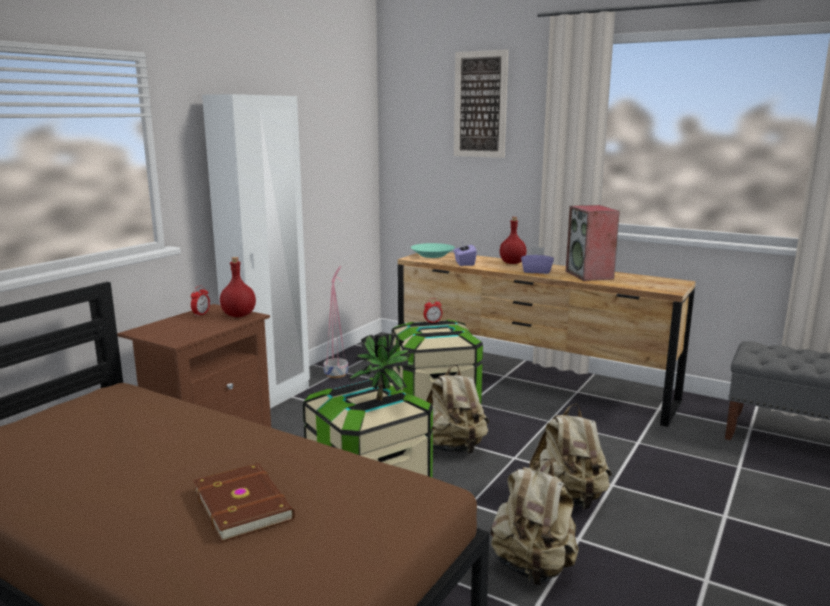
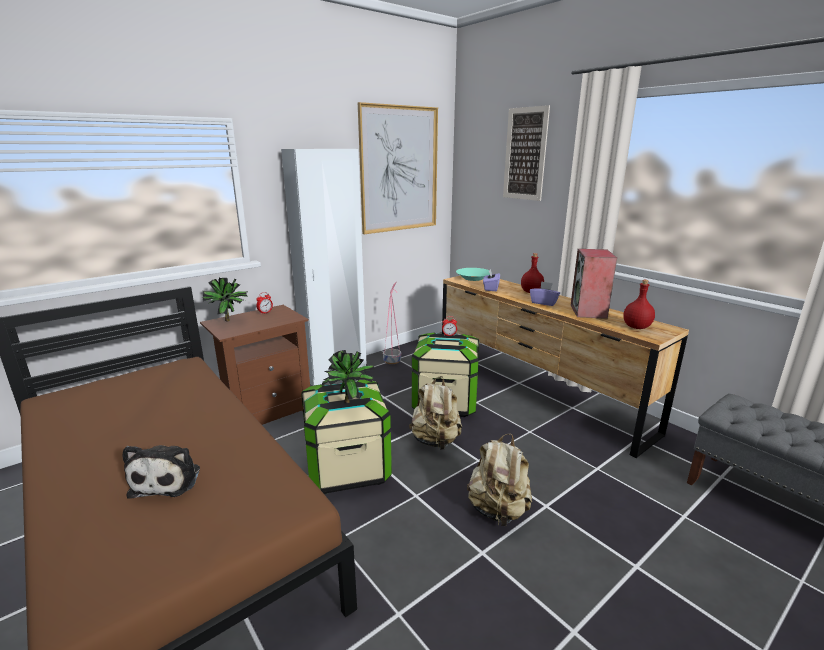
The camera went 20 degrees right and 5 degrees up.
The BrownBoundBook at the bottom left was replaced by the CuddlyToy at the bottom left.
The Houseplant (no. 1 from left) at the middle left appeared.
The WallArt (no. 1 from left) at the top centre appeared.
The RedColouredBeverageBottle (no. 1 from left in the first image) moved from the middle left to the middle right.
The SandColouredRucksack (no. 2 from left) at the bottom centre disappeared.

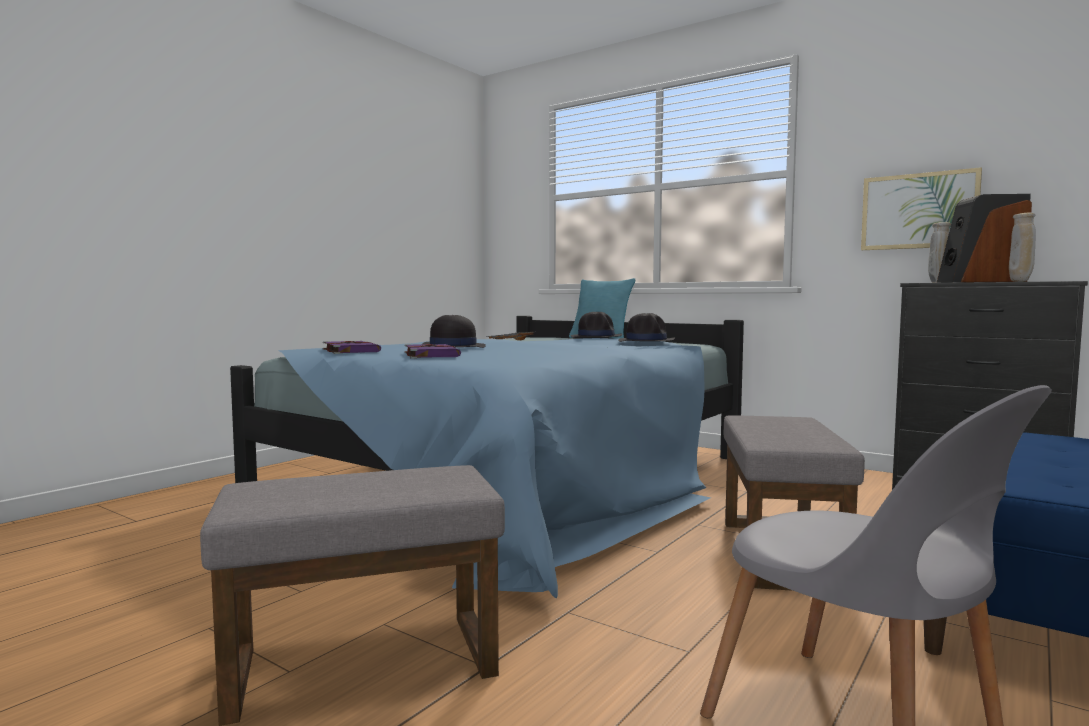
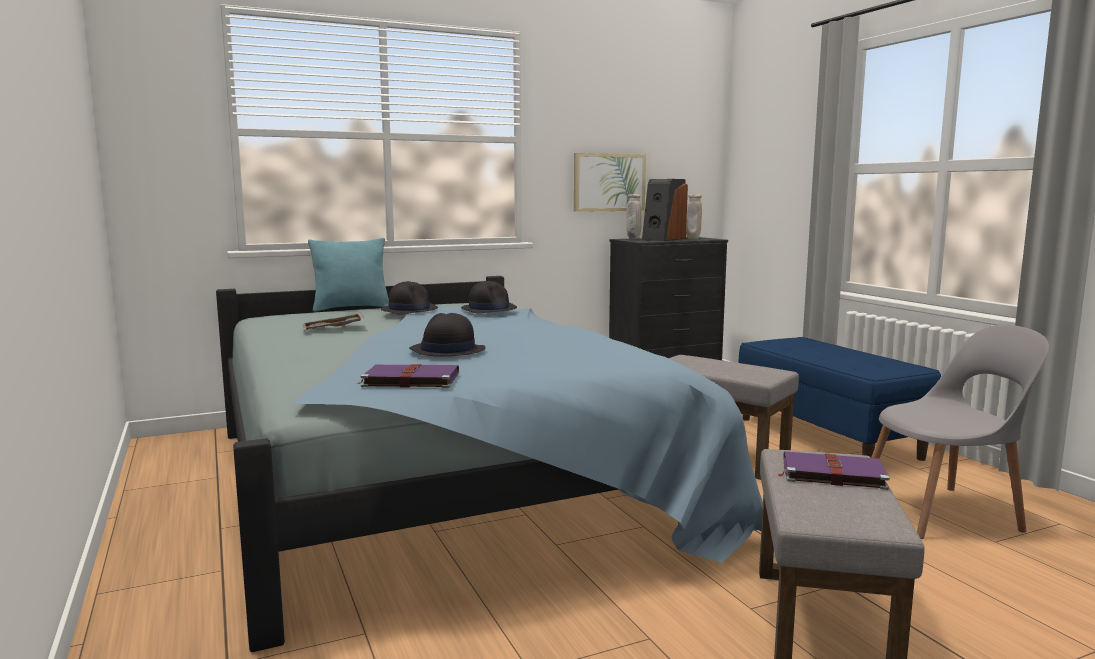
The camera went 60 degrees left and 5 degrees up.
The PurplishBoundBook (no. 2 from left) moved from the centre to the bottom right.

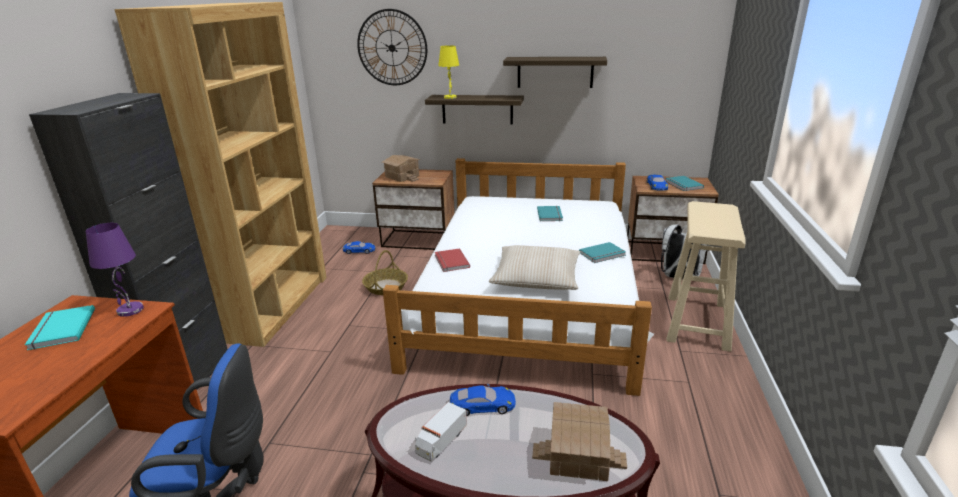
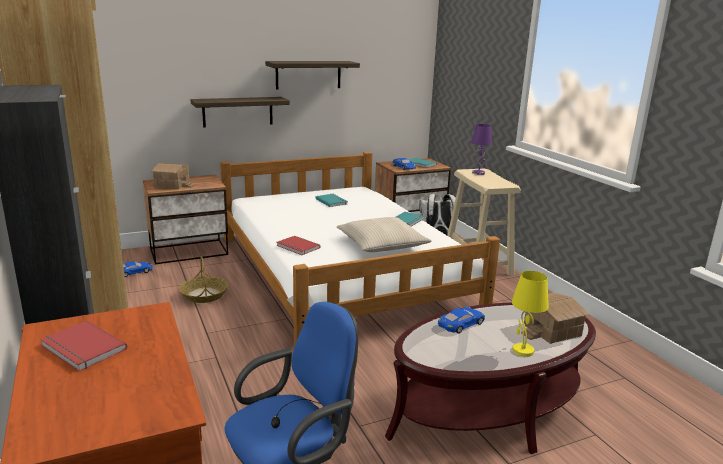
The camera went 35 degrees left and 5 degrees down.
The BlueGreenBoundBook (no. 1 from left) at the middle left became the RedColouredBoundBook (no. 1 from left) at the bottom left.
The PurplishTableLamp moved from the middle left to the top centre.
The YellowColouredTableLamp moved from the top centre to the bottom right.
The HangingClock at the top centre disappeared.
The ToyLorry at the bottom centre disappeared.

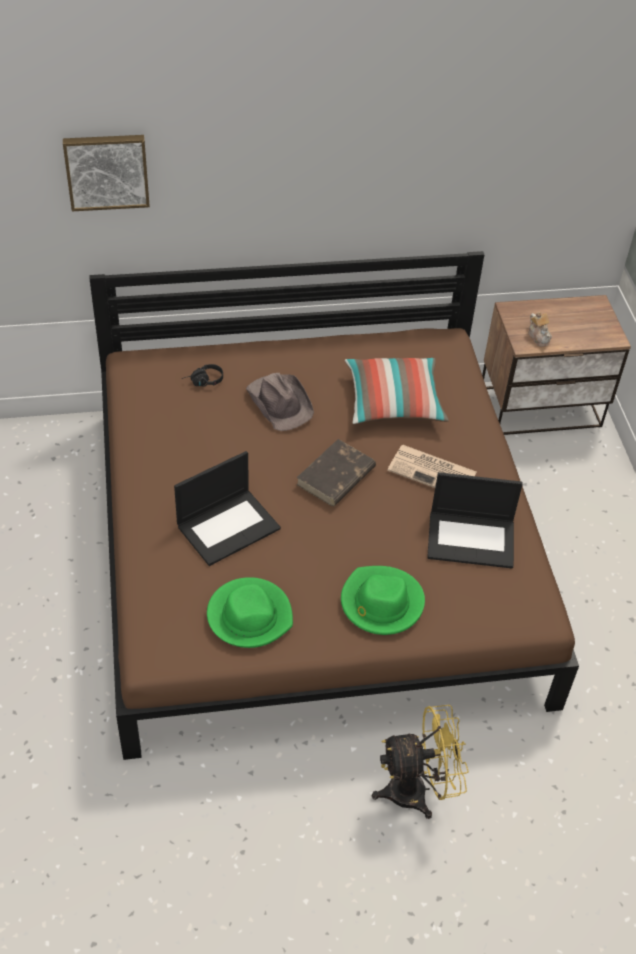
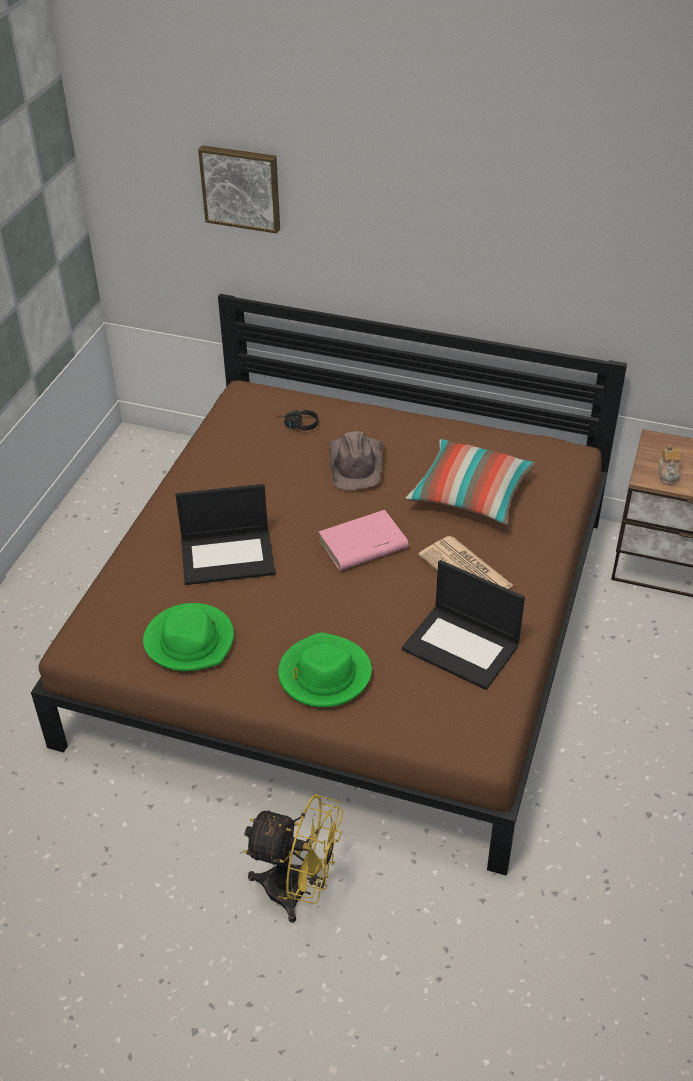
The camera went 30 degrees right and 5 degrees down.
The BrownBoundBook at the centre became the PinkColouredBoundBook at the centre.

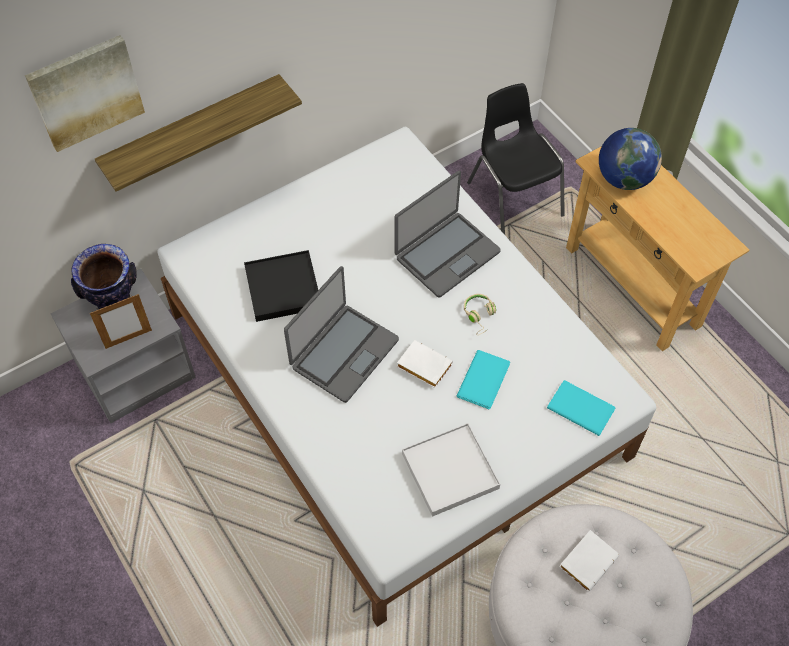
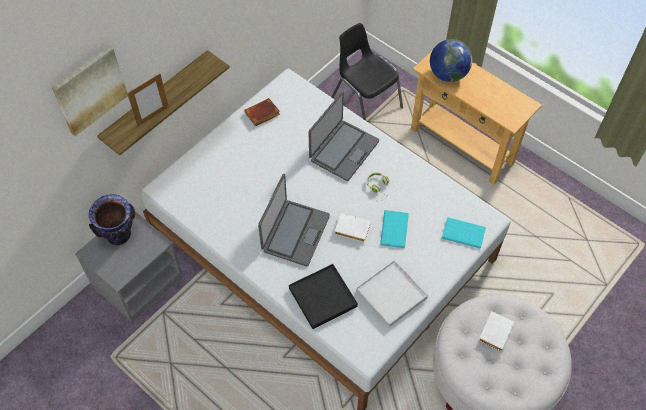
The camera went 15 degrees left and 0 degrees up.
The PhotoFrame moved from the middle left to the top left.
The BrownBoundBook at the top centre appeared.
The BlackishTray moved from the centre to the bottom centre.

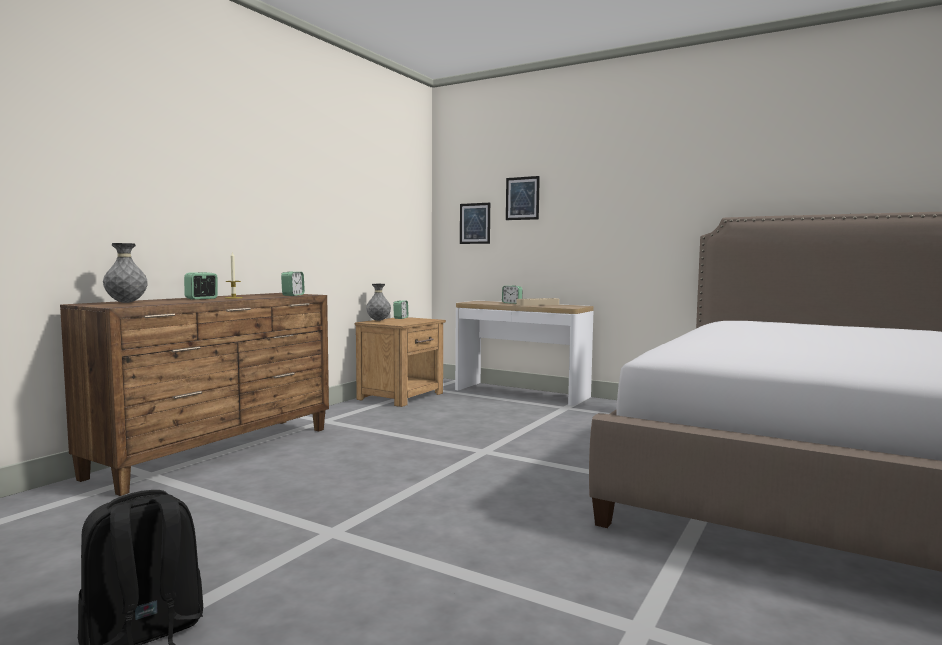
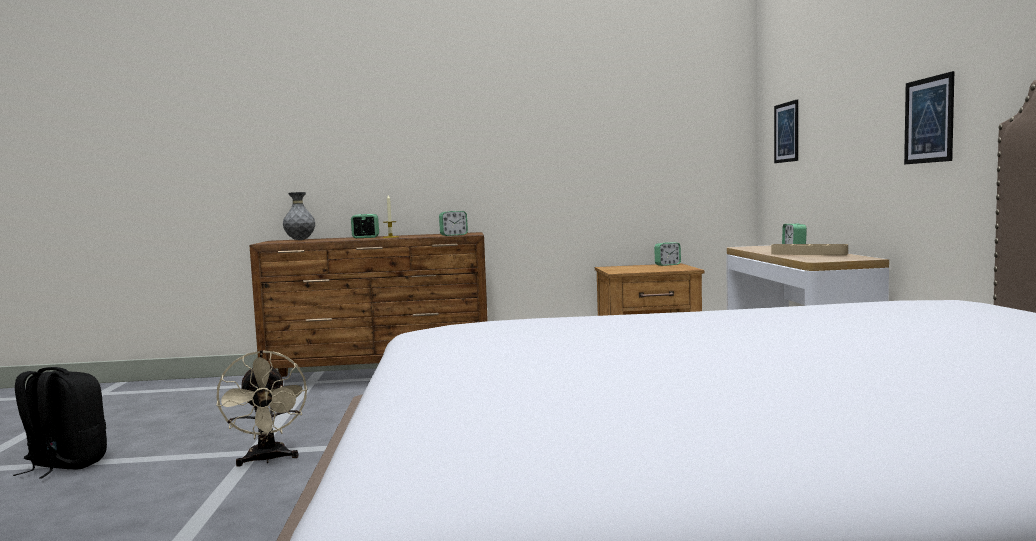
The camera went 55 degrees right and 0 degrees up.
The SandColouredFan at the bottom left appeared.
The WallArt (no. 2 from left) moved from the top centre to the top right.
The GreyishDecorativeVase (no. 2 from left) at the centre disappeared.

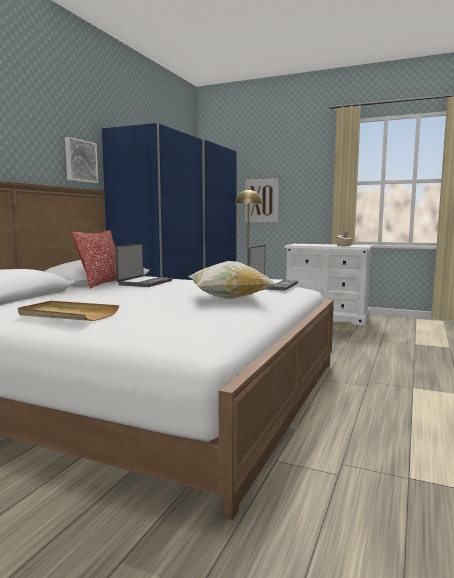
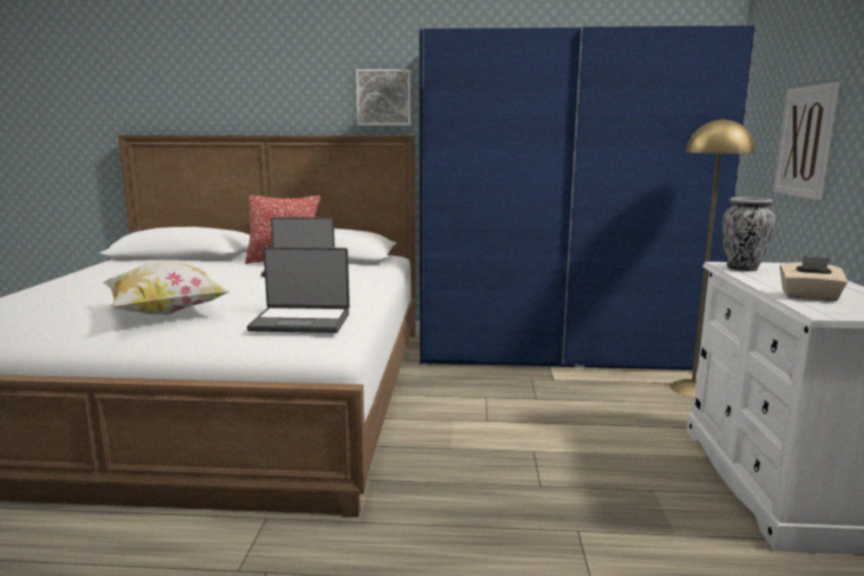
The camera went 70 degrees right and 5 degrees up.
The DecorativeVase at the middle right appeared.
The SandColouredTray at the middle left disappeared.

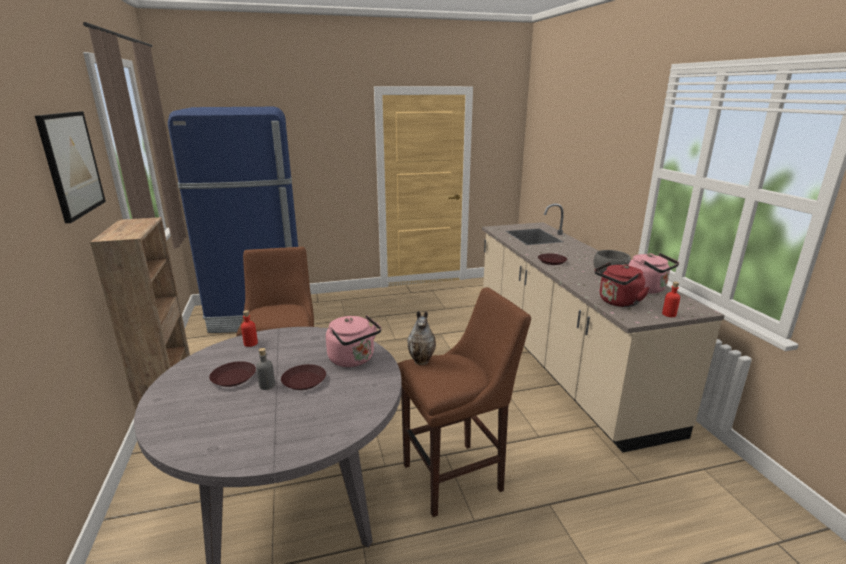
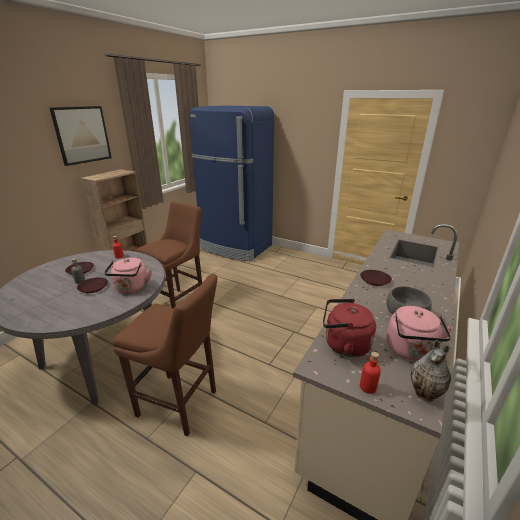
The camera went 45 degrees right and 5 degrees up.
The DecorativeVase moved from the centre to the bottom right.

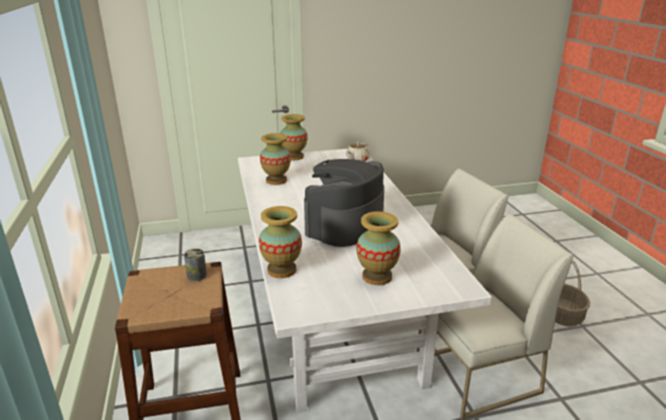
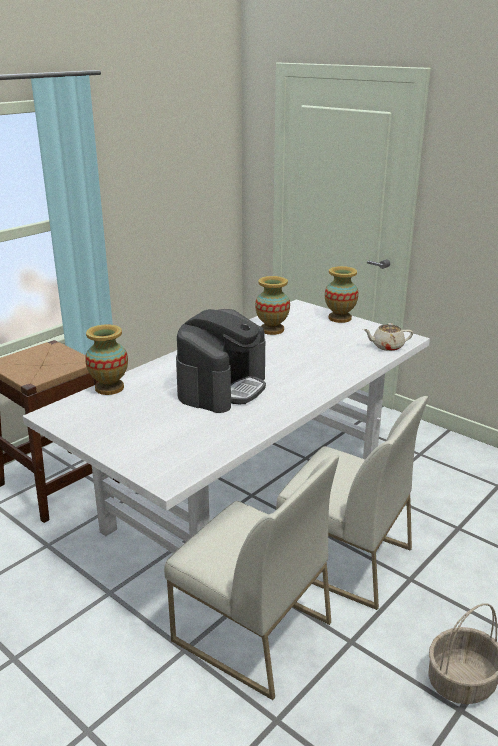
The camera went 55 degrees right and 0 degrees up.
The CoffeeBrewer at the centre turned 120 degrees clockwise.
The SealedCan at the middle left disappeared.
The DecorativeVase (no. 4 from left) at the centre disappeared.

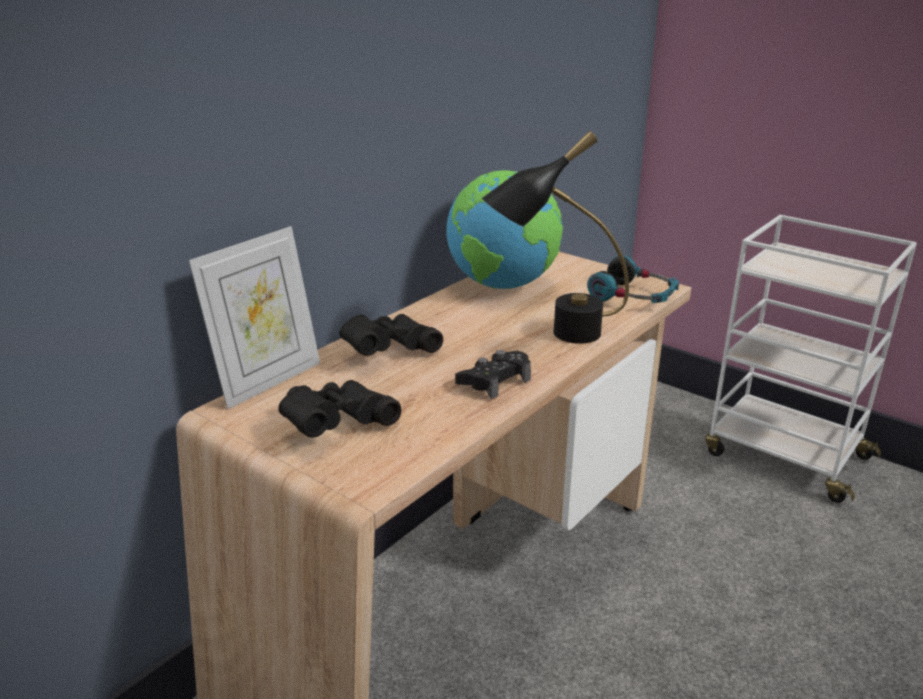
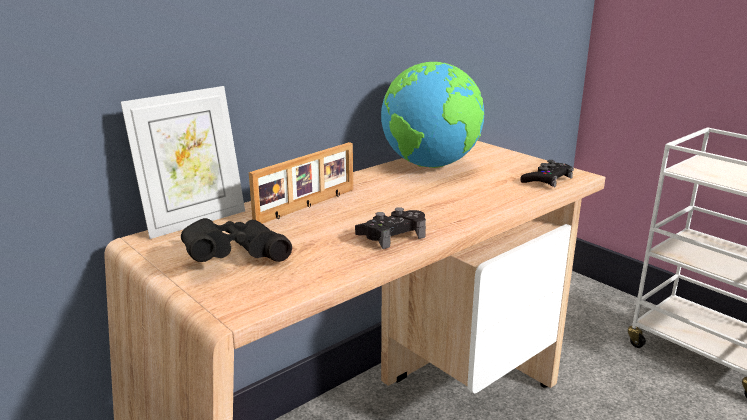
The camera went 10 degrees right and 5 degrees down.
The BlackishFieldGlasses (no. 2 from left) at the centre was replaced by the PhotoFrame (no. 2 from left) at the centre.
The PairOfHeadphones at the middle right was replaced by the BlackishJoypad (no. 2 from left) at the middle right.
The BlackishTableLamp at the centre disappeared.

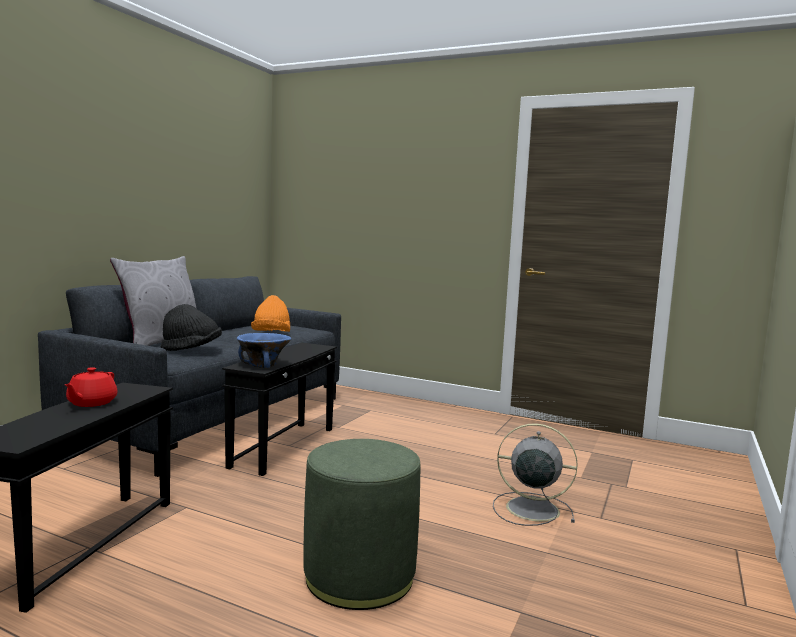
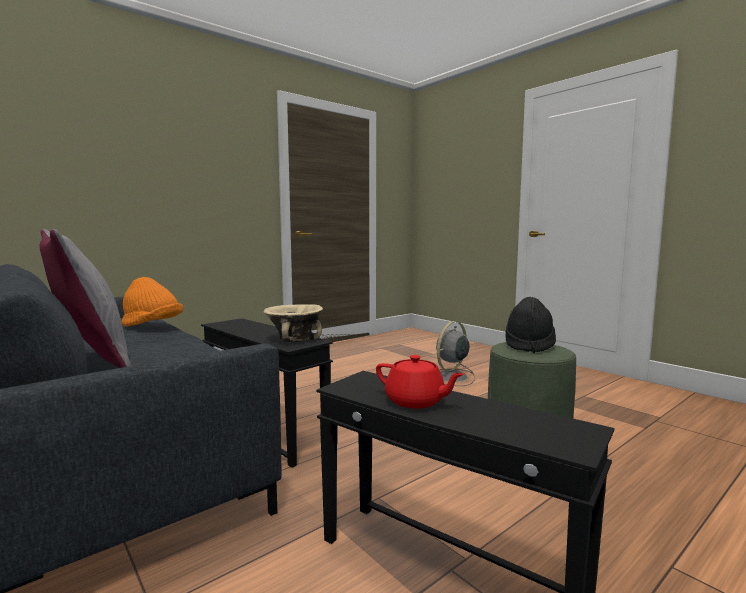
The camera went 65 degrees left and 0 degrees up.
The BlueDeepDish at the middle left became the SandColouredDeepDish at the centre.
The BlackishClothingHat moved from the middle left to the middle right.

